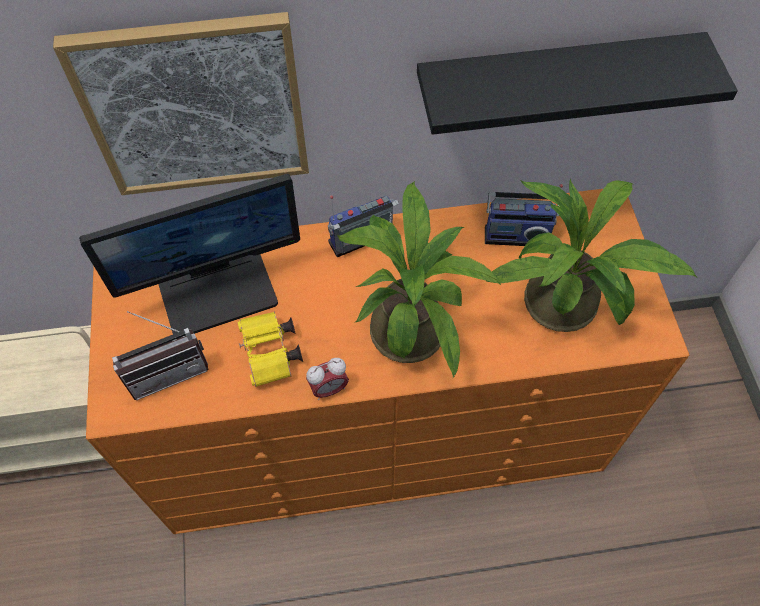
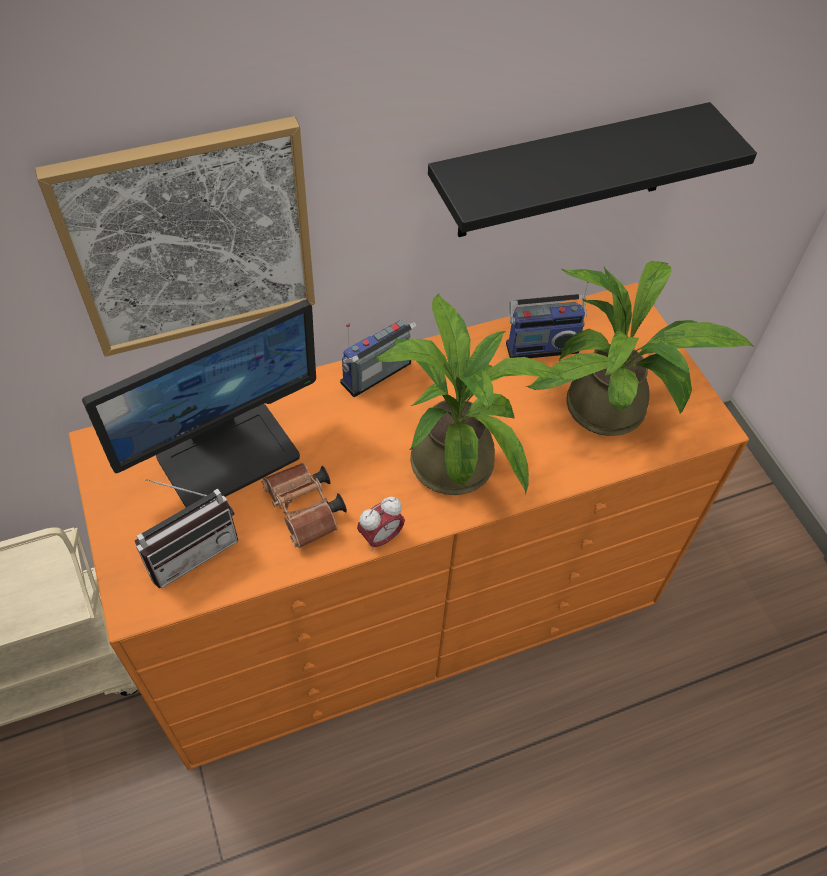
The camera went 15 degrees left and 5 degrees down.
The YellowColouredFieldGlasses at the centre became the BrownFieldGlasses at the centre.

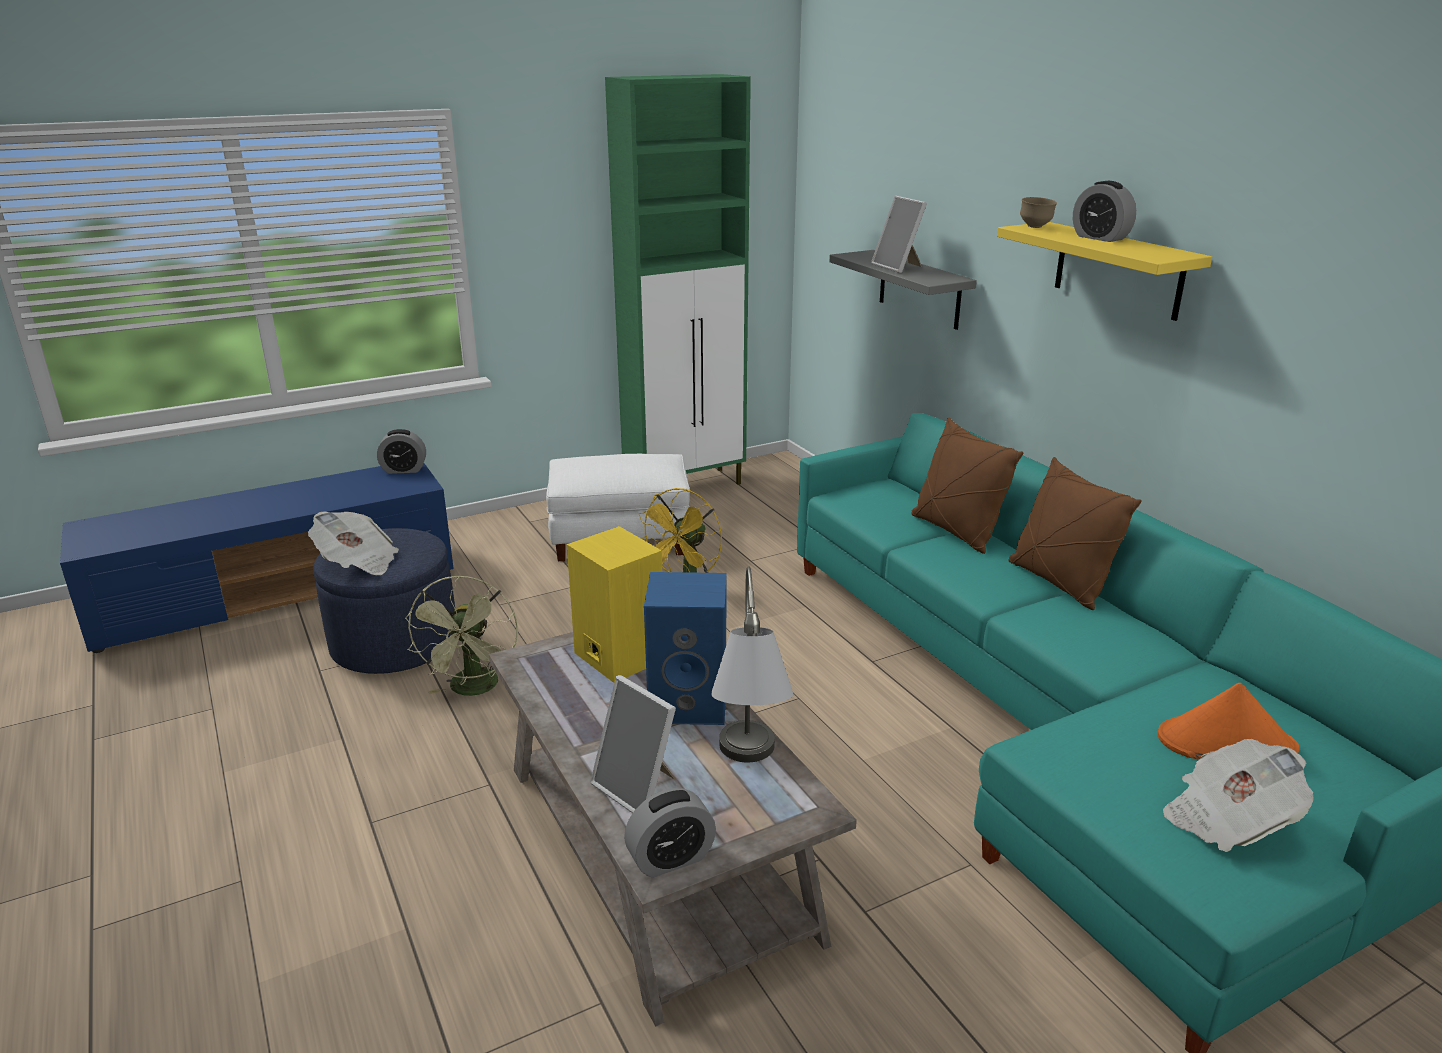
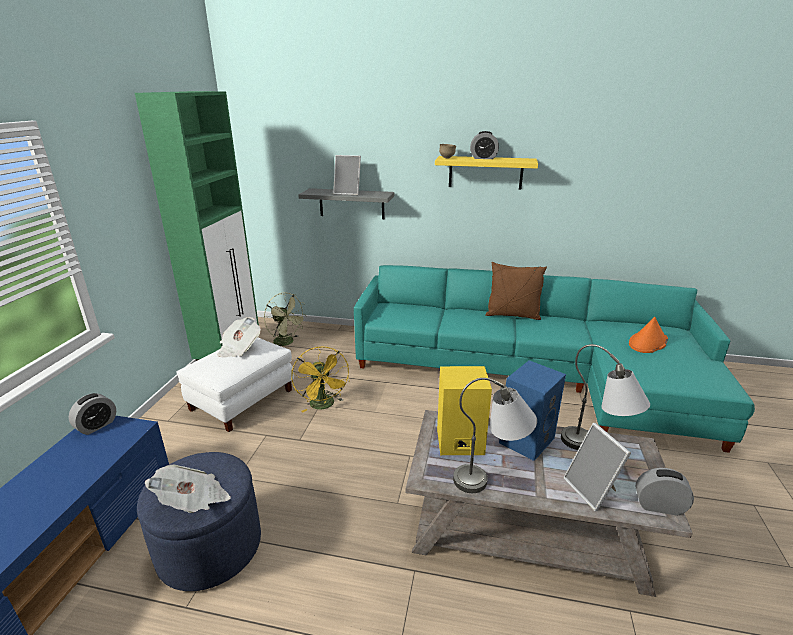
The camera went 50 degrees left and 0 degrees up.
The DailyPaper (no. 2 from left) moved from the bottom right to the middle left.
The GreenFan moved from the middle left to the centre.
The GreyishTableLamp (no. 1 from left) at the bottom centre appeared.
The PhotoFrame (no. 1 from left in the first image) at the bottom centre turned 75 degrees clockwise.
The TableClock (no. 2 from left in the first image) at the bottom centre turned 90 degrees counterclockwise.
The BrownCushion (no. 1 from left) at the middle right disappeared.

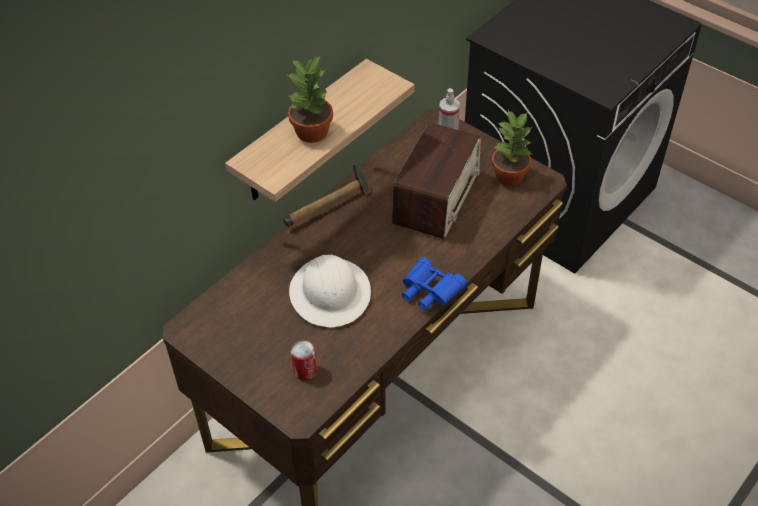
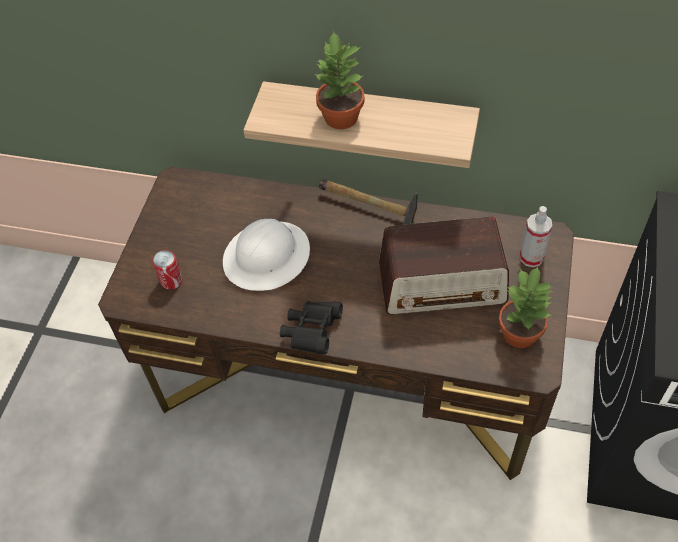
The camera went 65 degrees right and 5 degrees up.
The BlueFieldGlasses at the centre became the BlackishFieldGlasses at the centre.

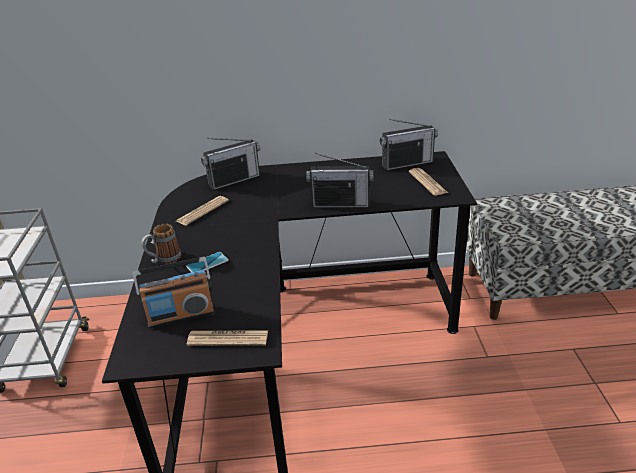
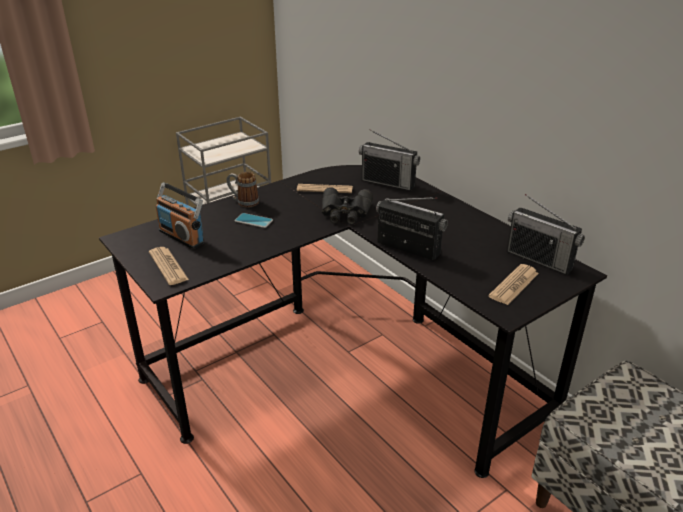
The camera went 55 degrees right and 0 degrees up.
The BlackishFieldGlasses at the centre appeared.
The Radio (no. 3 from left) at the centre turned 150 degrees clockwise.

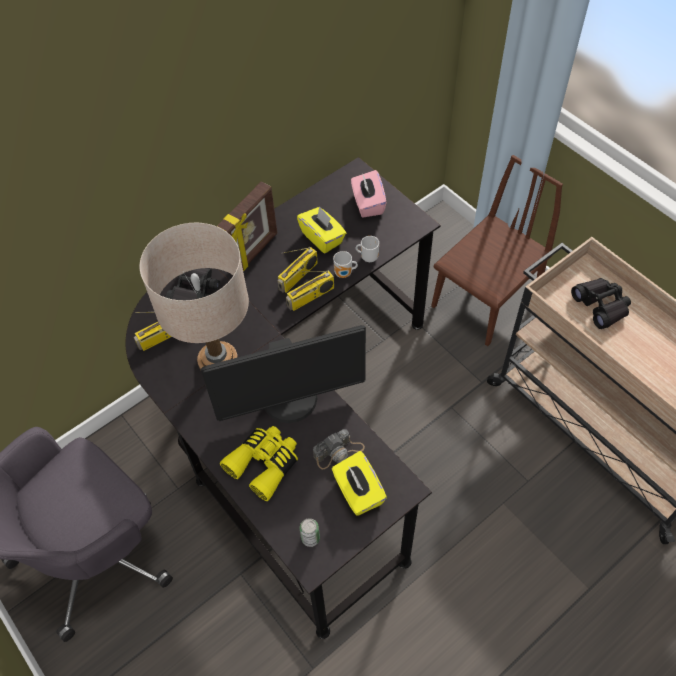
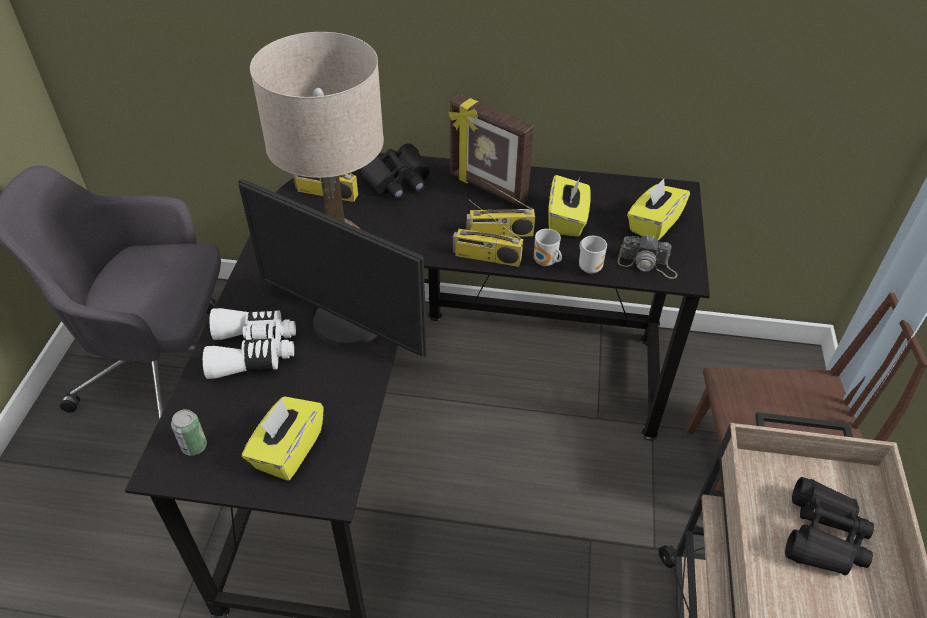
The camera went 45 degrees right and 10 degrees down.
The YellowColouredFieldGlasses at the bottom centre became the WhiteColouredFieldGlasses at the middle left.
The PhotoFrame at the centre turned 45 degrees clockwise.
The StillCamera moved from the centre to the middle right.
The PinkColouredBoxOfTissues at the top centre became the YellowColouredBoxOfTissues (no. 3 from left) at the middle right.

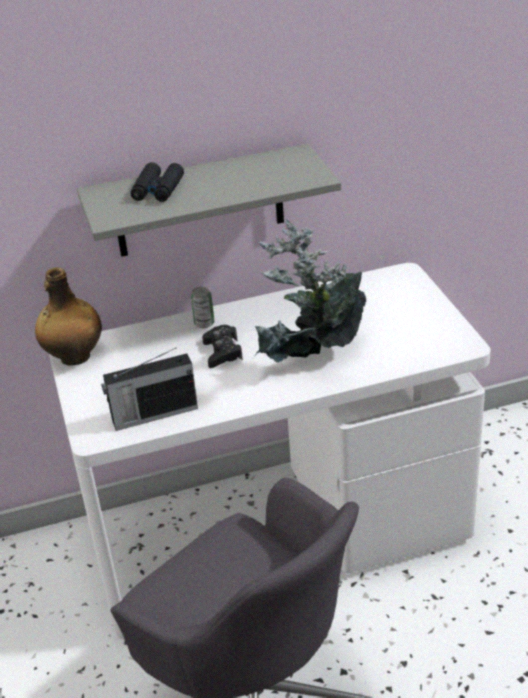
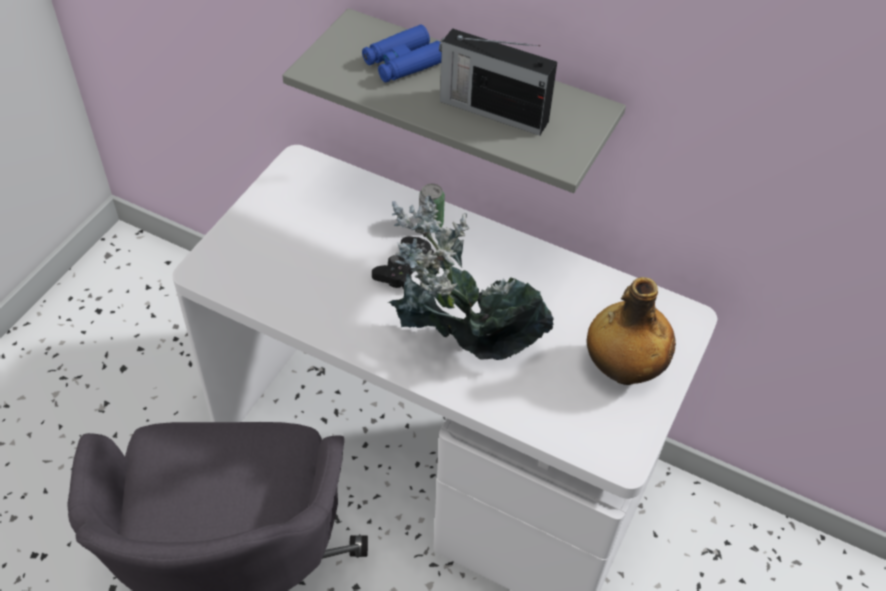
The camera went 40 degrees right and 15 degrees up.
The BlackishFieldGlasses at the top left became the BlueFieldGlasses at the top centre.
The Radio moved from the middle left to the top centre.
The BeverageBottle moved from the middle left to the middle right.

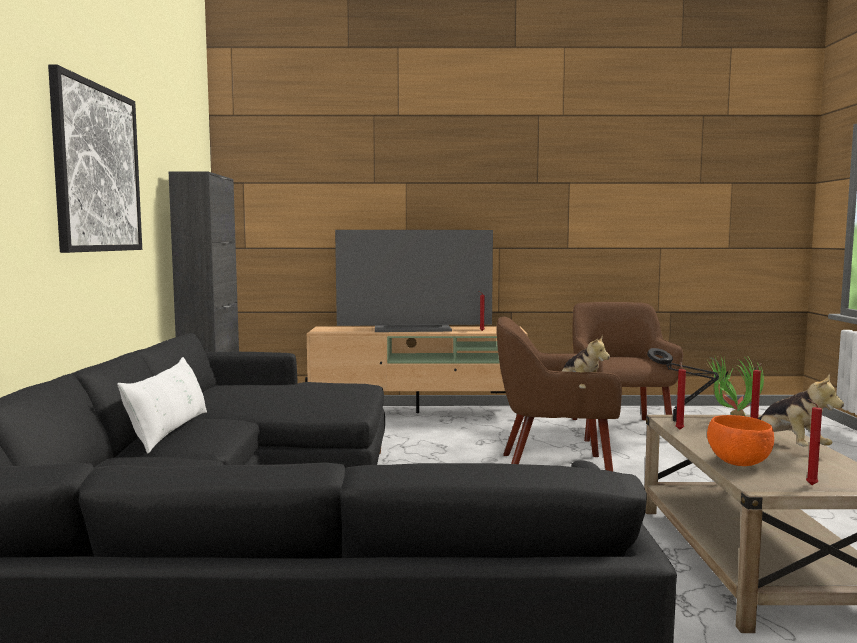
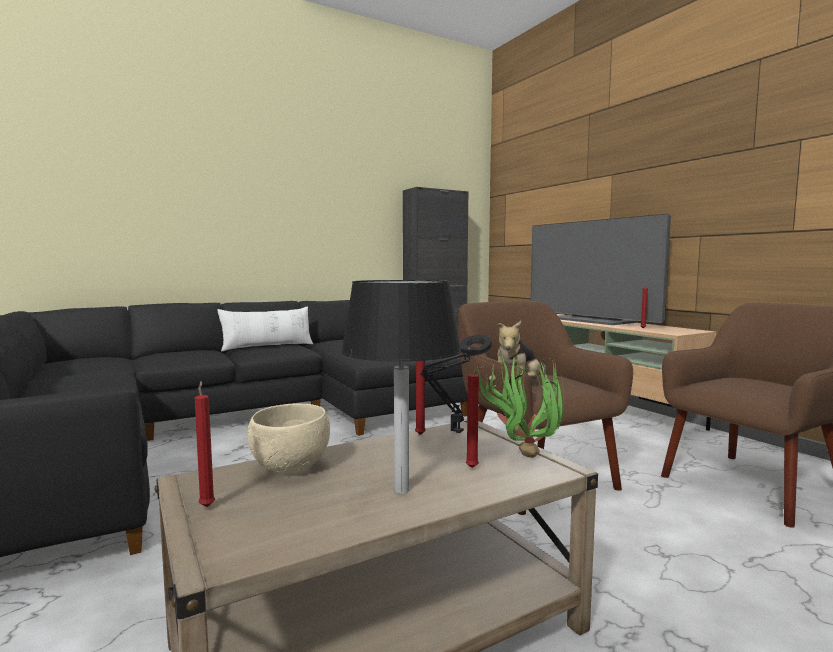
The camera went 60 degrees right and 0 degrees up.
The OrangeyDeepDish at the bottom right became the SandColouredDeepDish at the bottom centre.
The CuddlyToy (no. 2 from left) at the middle right was replaced by the BlackishTableLamp (no. 1 from left) at the centre.
The WallArt at the top left disappeared.

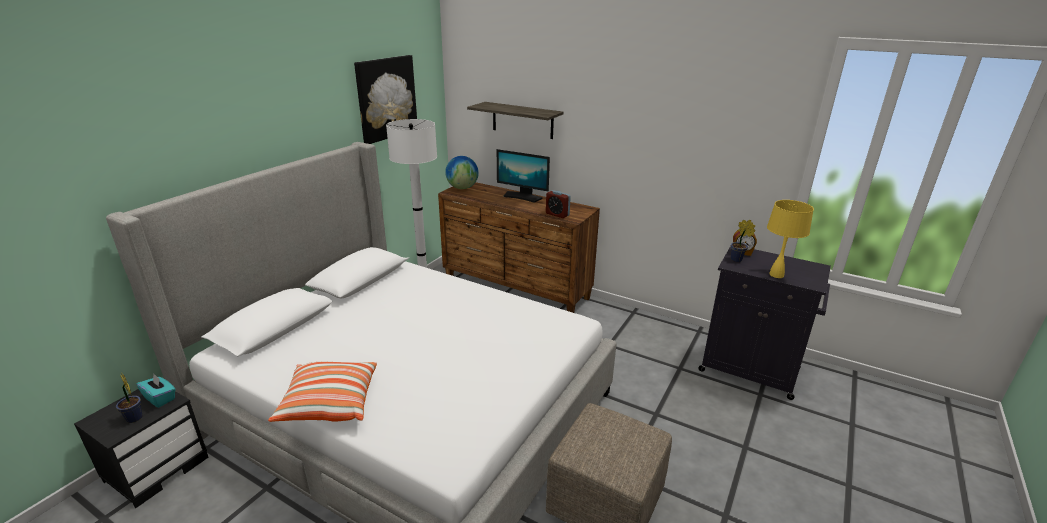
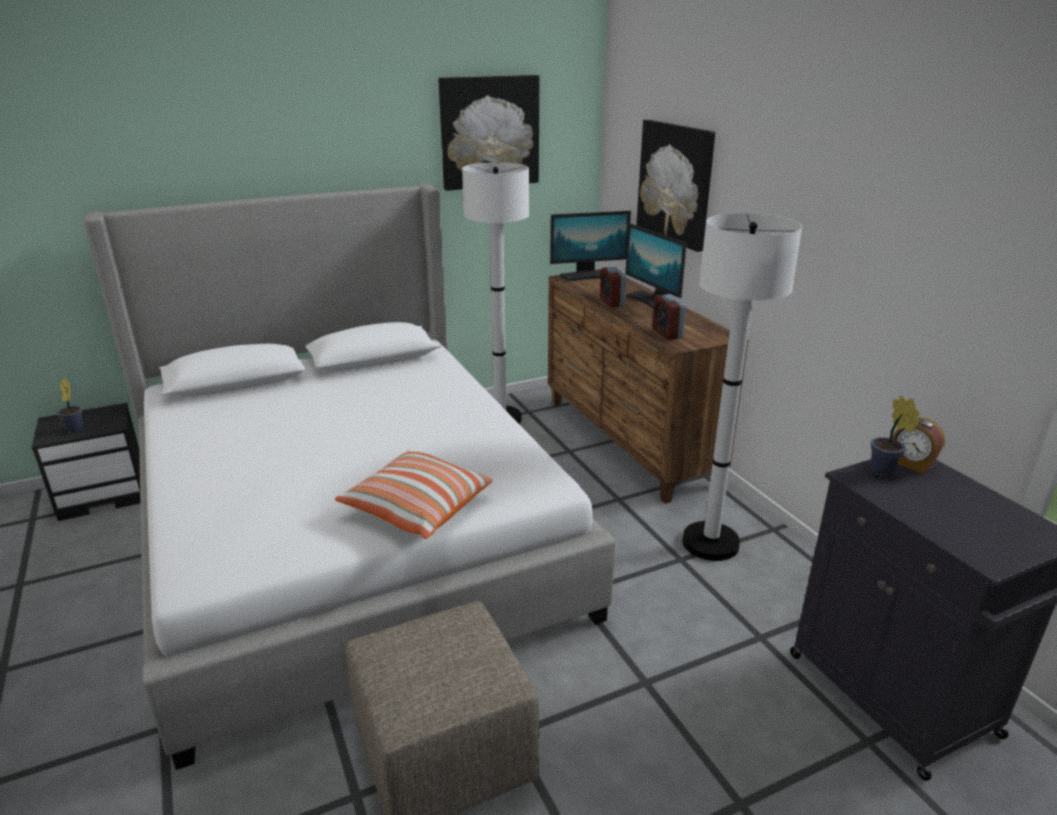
The camera went 35 degrees right and 0 degrees up.
The Cushion moved from the bottom left to the centre.
The Globe at the top centre was replaced by the ComputerDisplay (no. 1 from left) at the top centre.
The TableClock (no. 1 from left) at the centre appeared.
The BracketShelf at the top centre was replaced by the WallArt (no. 2 from left) at the top centre.
The WhiteColouredStandardLamp (no. 2 from left) at the middle right appeared.
The BlueGreenBoxOfTissues at the bottom left disappeared.
The YellowColouredTableLamp at the middle right disappeared.

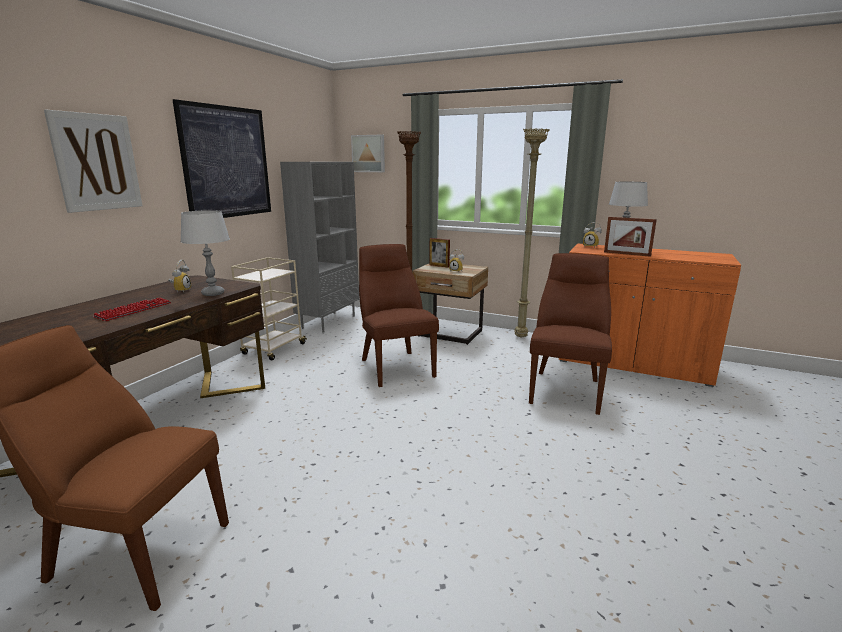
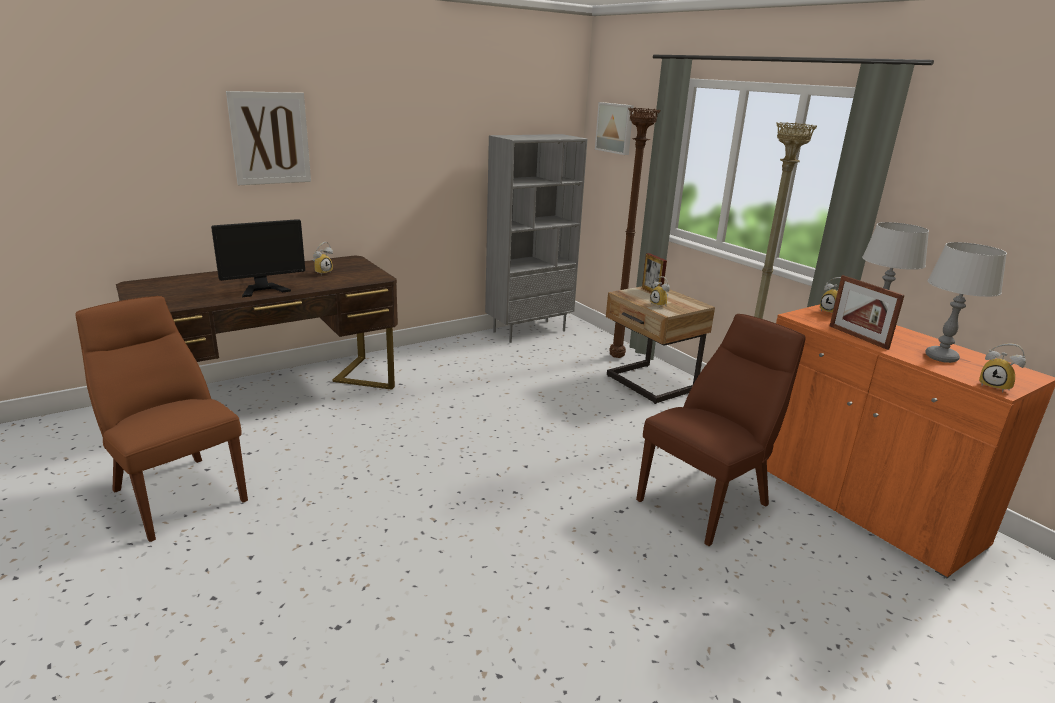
The camera went 30 degrees right and 5 degrees up.
The Keyboard at the middle left was replaced by the ComputerDisplay at the middle left.
The GreyishTableLamp (no. 1 from left in the first image) moved from the middle left to the middle right.
The TableClock (no. 4 from left) at the middle right appeared.
The WallArt (no. 2 from left) at the top left disappeared.
The SandColouredCart at the middle left disappeared.
The BrownPlainChair (no. 2 from left) at the centre disappeared.

